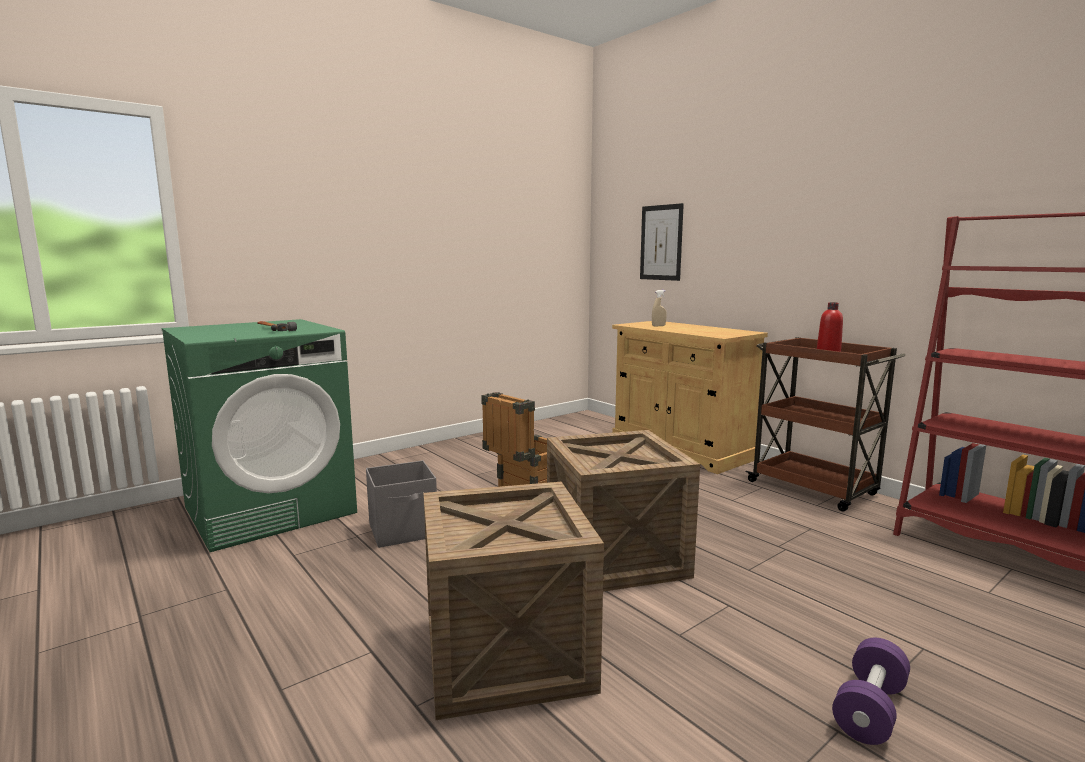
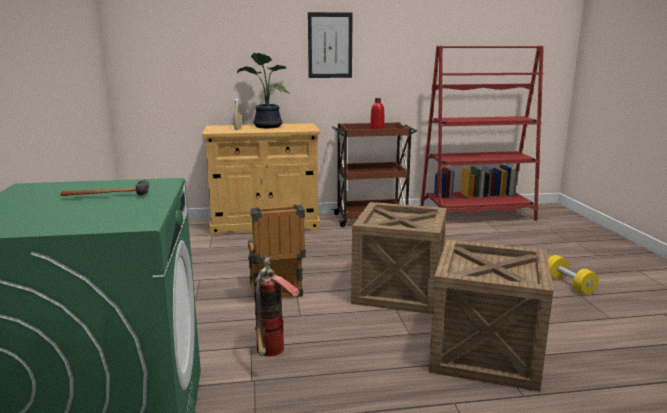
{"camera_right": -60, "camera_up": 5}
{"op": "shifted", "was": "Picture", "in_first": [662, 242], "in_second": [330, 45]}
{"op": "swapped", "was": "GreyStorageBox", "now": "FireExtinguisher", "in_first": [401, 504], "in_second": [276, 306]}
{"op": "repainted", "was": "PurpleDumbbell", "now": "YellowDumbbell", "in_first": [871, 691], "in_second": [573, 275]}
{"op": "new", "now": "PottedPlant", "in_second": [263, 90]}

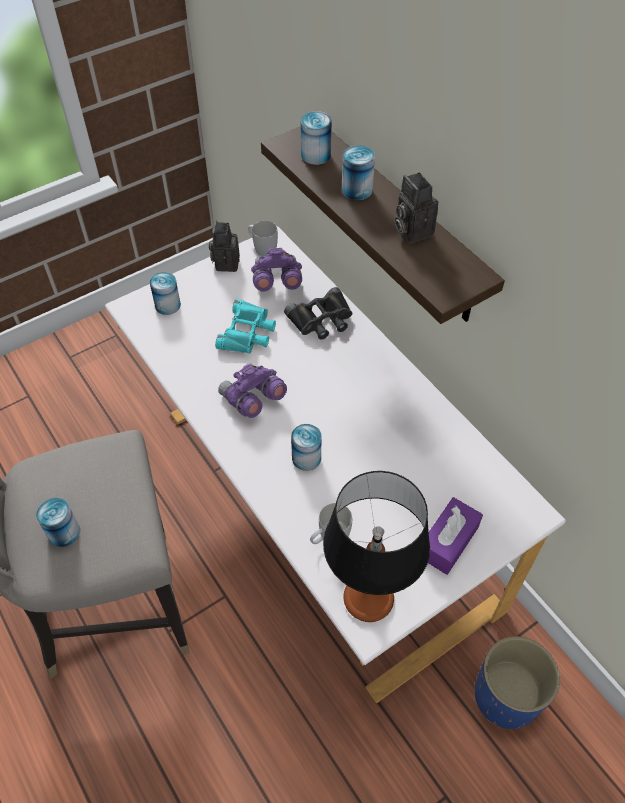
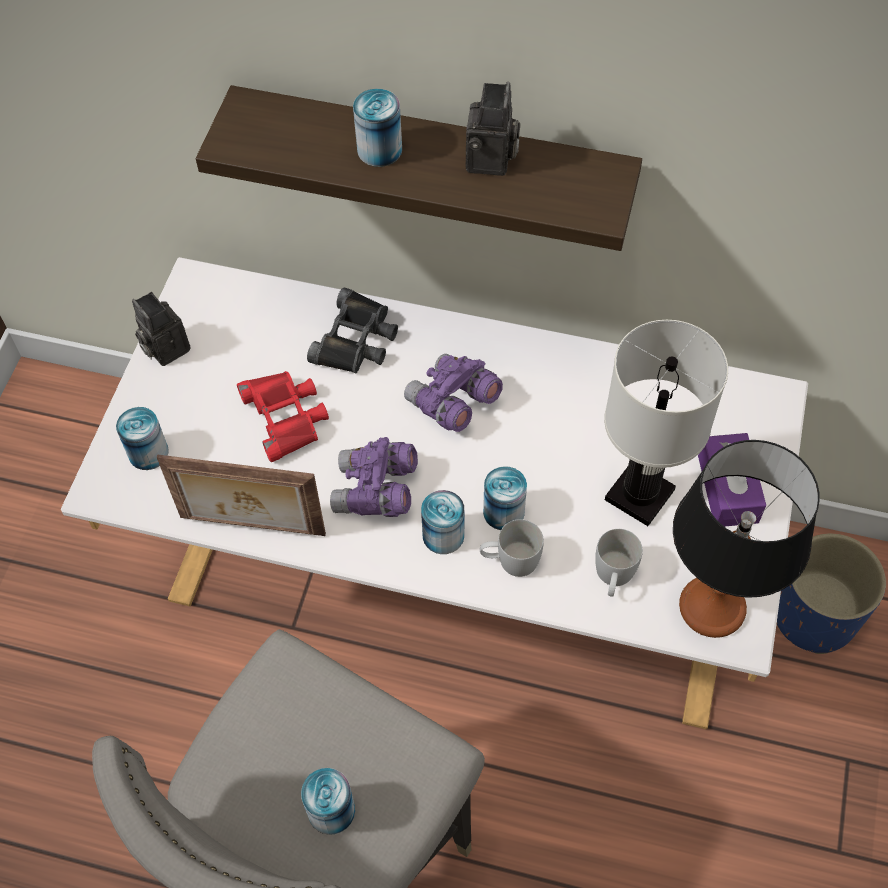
{"camera_right": -40, "camera_up": 5}
{"op": "shifted", "was": "Can", "in_first": [316, 138], "in_second": [442, 522]}
{"op": "rotated", "was": "PhotoCamera", "in_first": [416, 208], "in_second": [493, 129], "clockwise": -105}
{"op": "shifted", "was": "WhiteMug", "in_first": [263, 238], "in_second": [512, 548]}
{"op": "shifted", "was": "PurpleBinoculars", "in_first": [276, 270], "in_second": [453, 393]}
{"op": "repainted", "was": "TurquoiseBinoculars", "now": "RedBinoculars", "in_first": [245, 326], "in_second": [283, 416]}
{"op": "new", "now": "WhiteTableLamp", "in_second": [666, 423]}
{"op": "new", "now": "PictureFrame", "in_second": [241, 495]}

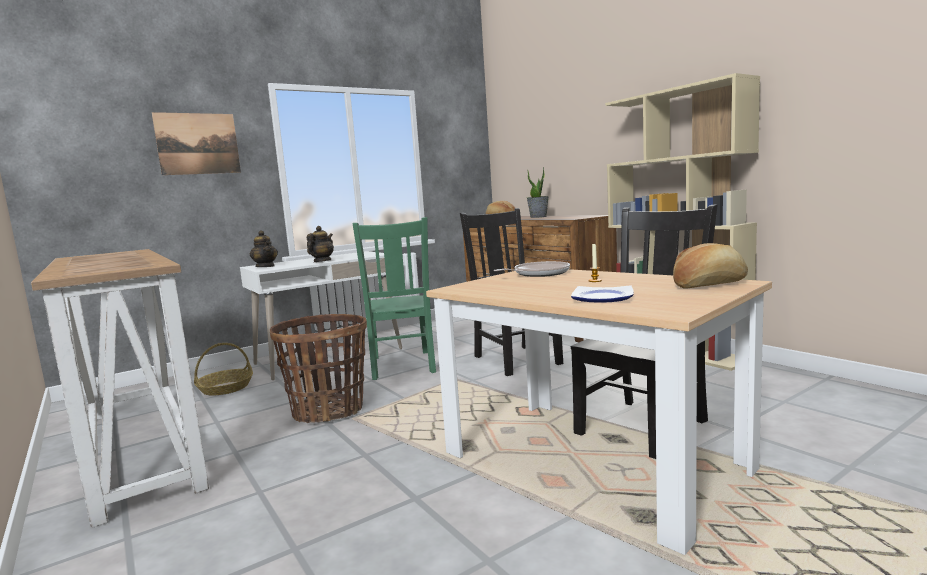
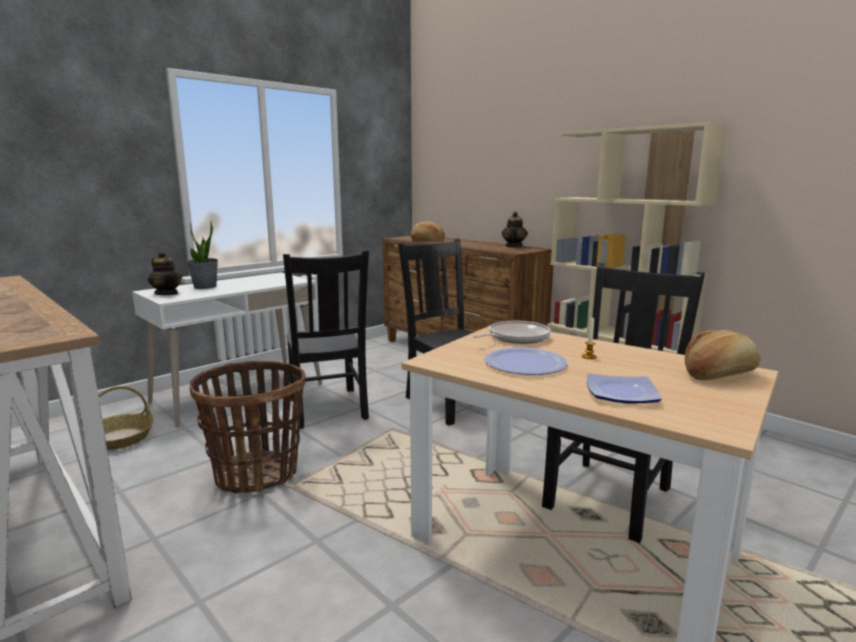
{"camera_right": -10, "camera_up": 5}
{"op": "gone", "was": "Picture", "in_first": [196, 143]}
{"op": "shifted", "was": "PottedPlant", "in_first": [538, 192], "in_second": [202, 255]}
{"op": "repainted", "was": "GreenChair", "now": "BlackChair", "in_first": [394, 298], "in_second": [326, 340]}
{"op": "shifted", "was": "Teapot", "in_first": [320, 244], "in_second": [515, 229]}
{"op": "new", "now": "Plate", "in_second": [526, 361]}

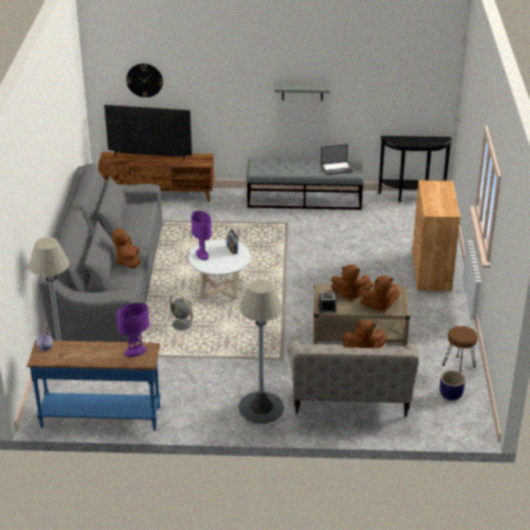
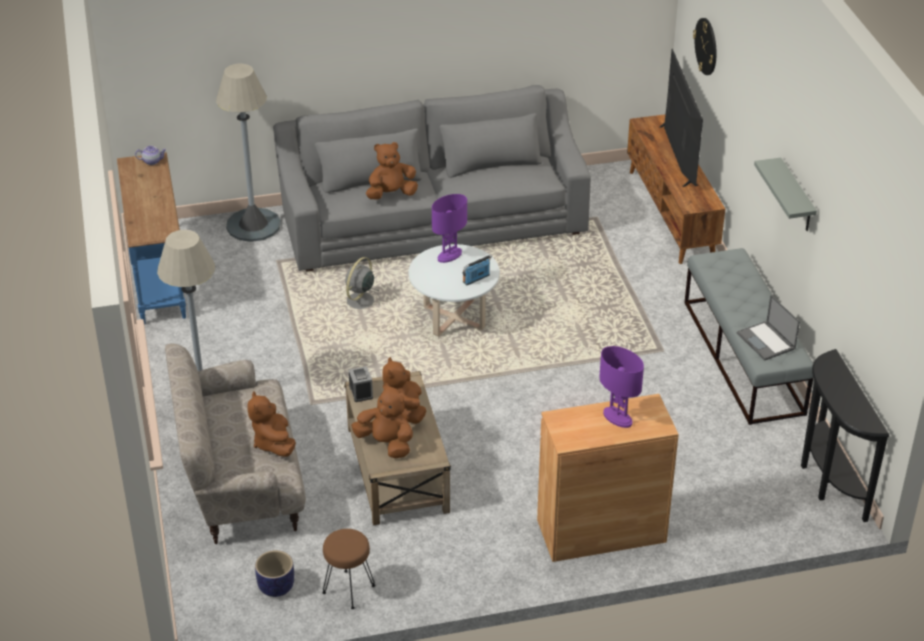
{"camera_right": 75, "camera_up": 5}
{"op": "rotated", "was": "BrownPlushToy", "in_first": [380, 294], "in_second": [382, 420], "clockwise": 150}
{"op": "shifted", "was": "PurpleTableLamp", "in_first": [133, 330], "in_second": [622, 387]}

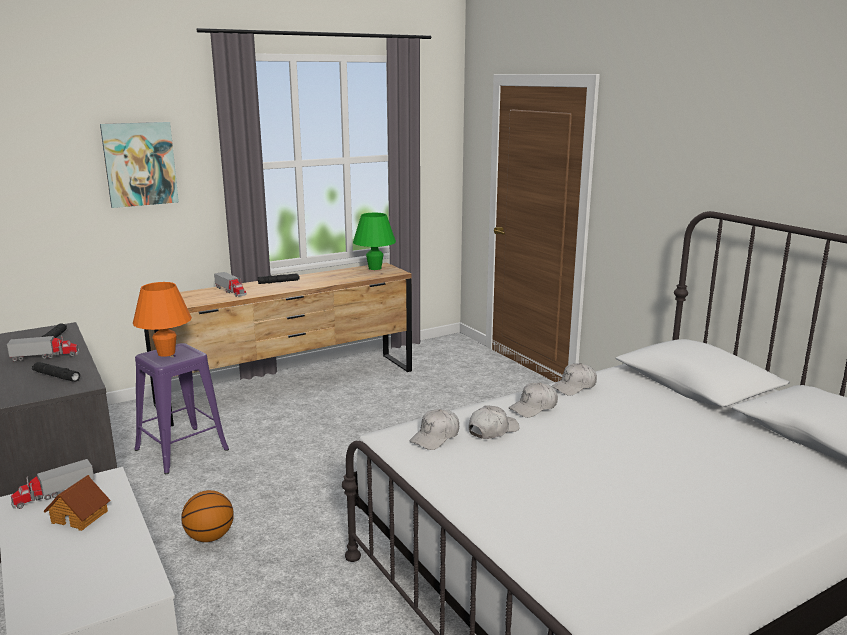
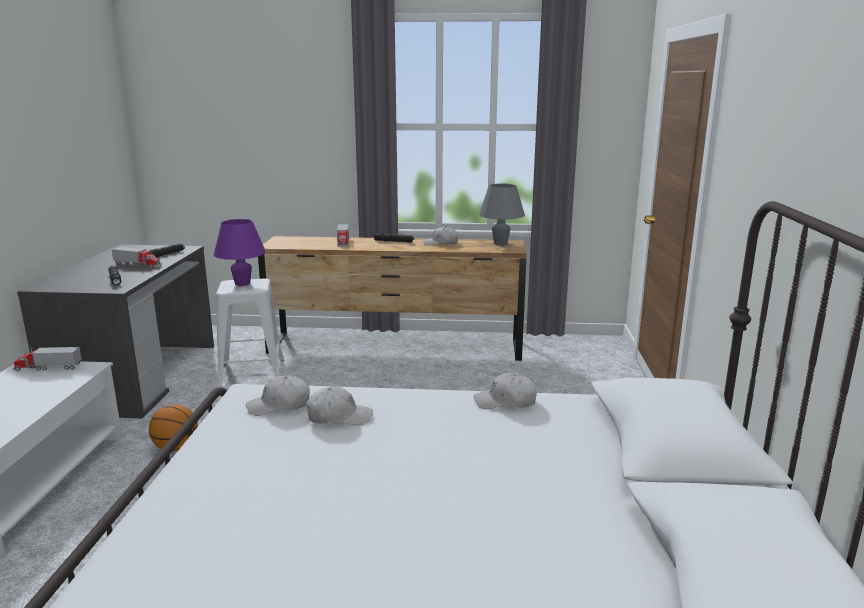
{"camera_right": 35, "camera_up": 0}
{"op": "gone", "was": "Picture", "in_first": [139, 165]}
{"op": "repainted", "was": "GreenTableLamp", "now": "GreyTableLamp", "in_first": [374, 241], "in_second": [502, 214]}
{"op": "repainted", "was": "OrangeTableLamp", "now": "PurpleTableLamp", "in_first": [162, 319], "in_second": [240, 252]}
{"op": "repainted", "was": "PurpleStool", "now": "WhiteStool", "in_first": [182, 408], "in_second": [250, 333]}
{"op": "shifted", "was": "WhiteCap", "in_first": [533, 400], "in_second": [440, 235]}
{"op": "gone", "was": "ToyHouse", "in_first": [77, 503]}

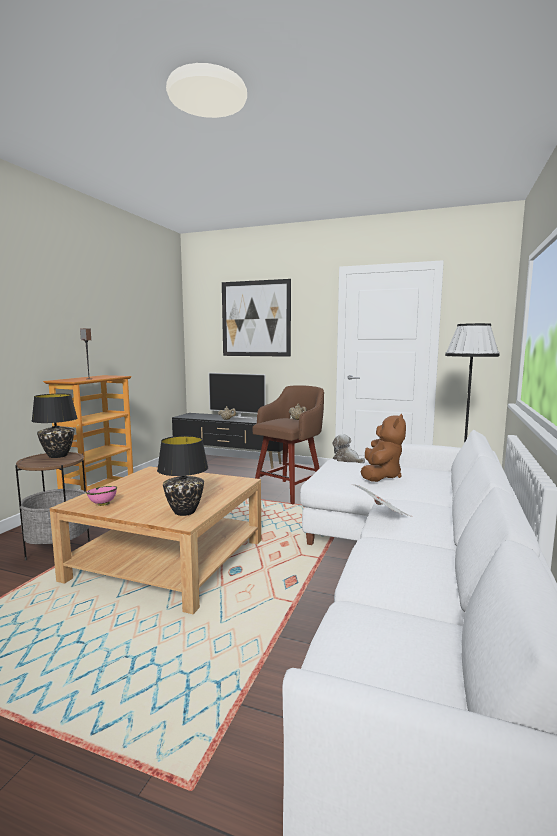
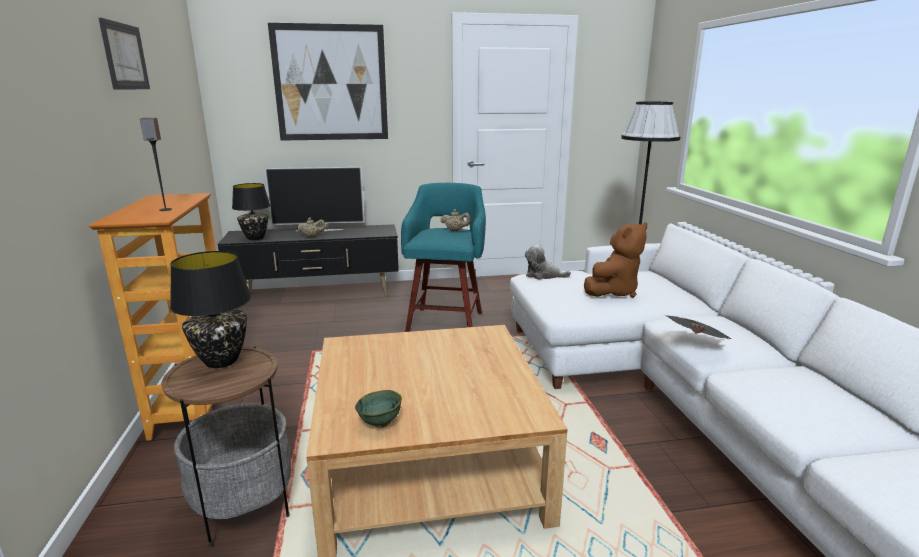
{"camera_right": -30, "camera_up": 10}
{"op": "repainted", "was": "BrownStool", "now": "TurquoiseStool", "in_first": [288, 444], "in_second": [443, 257]}
{"op": "rotated", "was": "BrownPlushToy", "in_first": [383, 448], "in_second": [615, 260], "clockwise": 60}
{"op": "shifted", "was": "BlackTableLamp", "in_first": [182, 476], "in_second": [251, 211]}
{"op": "repainted", "was": "PinkBowl", "now": "GreenBowl", "in_first": [101, 496], "in_second": [378, 409]}
{"op": "new", "now": "Picture", "in_second": [124, 53]}

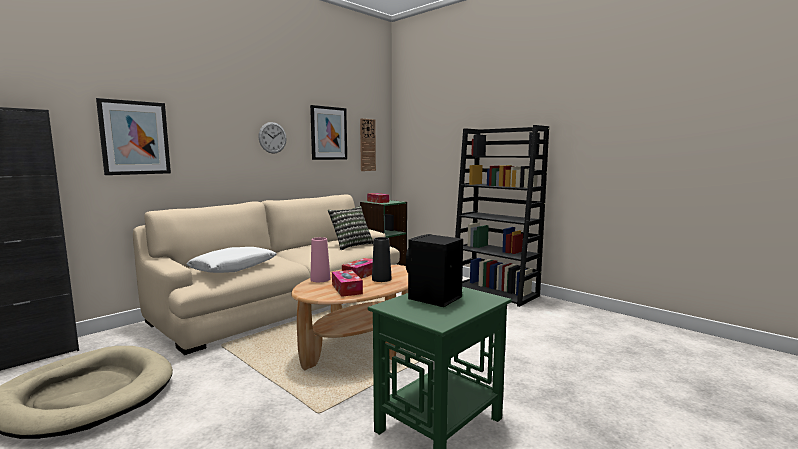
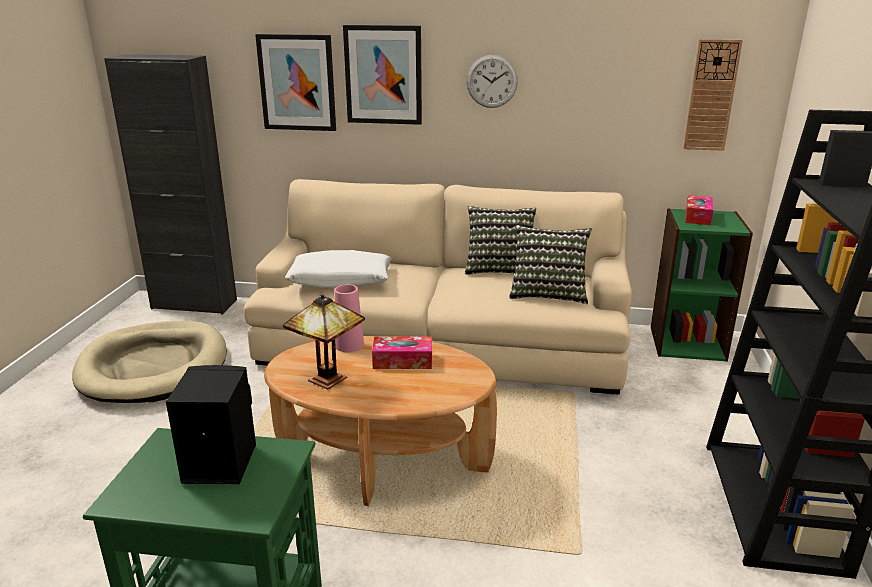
{"camera_right": 55, "camera_up": 15}
{"op": "shifted", "was": "Picture", "in_first": [328, 132], "in_second": [382, 75]}
{"op": "gone", "was": "BlackVase", "in_first": [382, 259]}
{"op": "swapped", "was": "TissueBox", "now": "TableLamp", "in_first": [347, 283], "in_second": [324, 341]}
{"op": "new", "now": "Pillow", "in_second": [500, 240]}

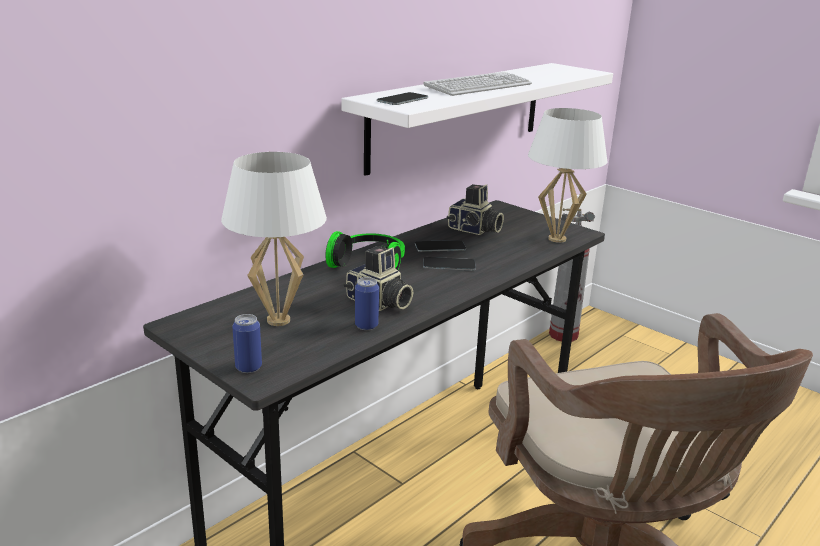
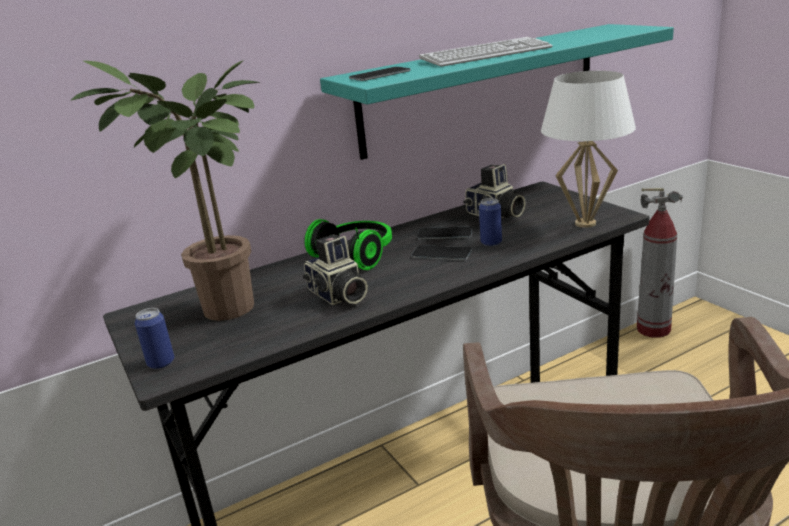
{"camera_right": 20, "camera_up": 0}
{"op": "repainted", "was": "WhiteShelf", "now": "TurquoiseShelf", "in_first": [477, 119], "in_second": [497, 92]}
{"op": "swapped", "was": "WhiteTableLamp", "now": "PottedPlant", "in_first": [274, 239], "in_second": [165, 190]}
{"op": "shifted", "was": "Can", "in_first": [367, 303], "in_second": [490, 222]}

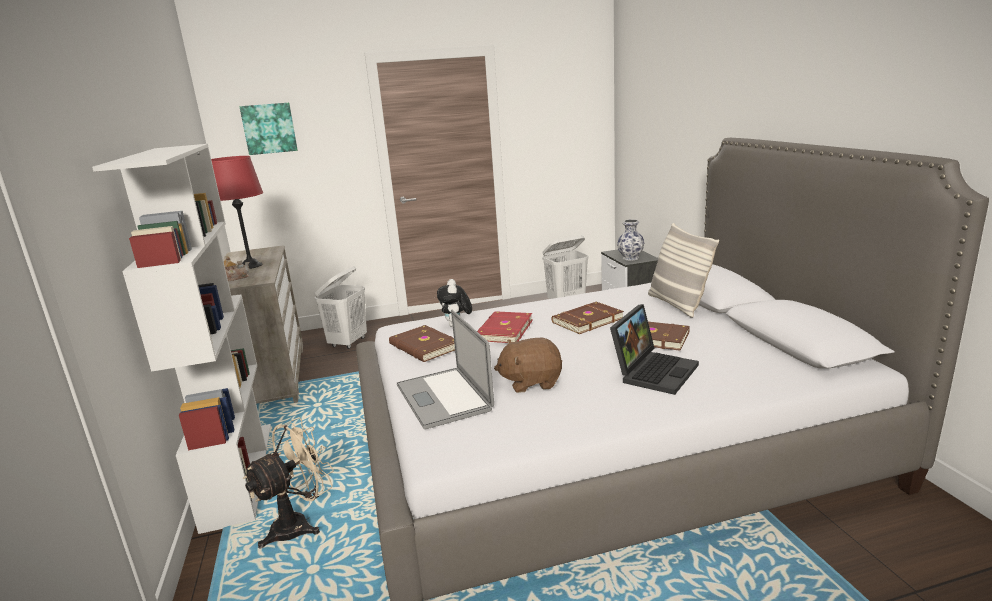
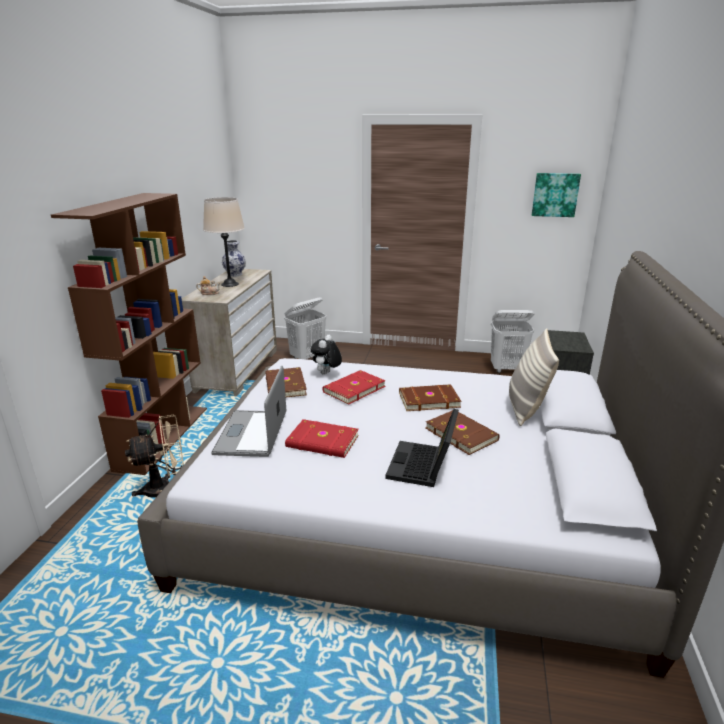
{"camera_right": 25, "camera_up": 5}
{"op": "shifted", "was": "Picture", "in_first": [268, 129], "in_second": [556, 195]}
{"op": "repainted", "was": "WhiteBookcase", "now": "BrownBookcase", "in_first": [181, 339], "in_second": [129, 334]}
{"op": "repainted", "was": "RedTableLamp", "now": "BeigeTableLamp", "in_first": [237, 212], "in_second": [224, 242]}
{"op": "shifted", "was": "Vase", "in_first": [630, 240], "in_second": [234, 258]}
{"op": "rotated", "was": "Laptop", "in_first": [654, 349], "in_second": [422, 447], "clockwise": 135}
{"op": "swapped", "was": "BrownPlushToy", "now": "RedBook", "in_first": [528, 365], "in_second": [322, 438]}

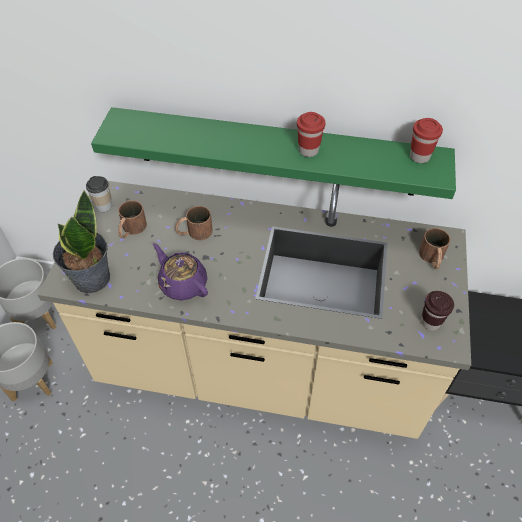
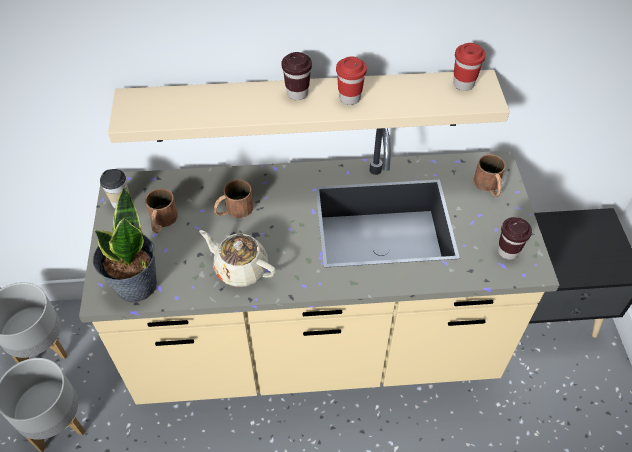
{"camera_right": -15, "camera_up": 0}
{"op": "repainted", "was": "GreenShelf", "now": "BeigeShelf", "in_first": [273, 153], "in_second": [309, 106]}
{"op": "repainted", "was": "PurpleTeapot", "now": "BeigeTeapot", "in_first": [180, 271], "in_second": [237, 258]}
{"op": "new", "now": "BrownCup", "in_second": [296, 76]}

